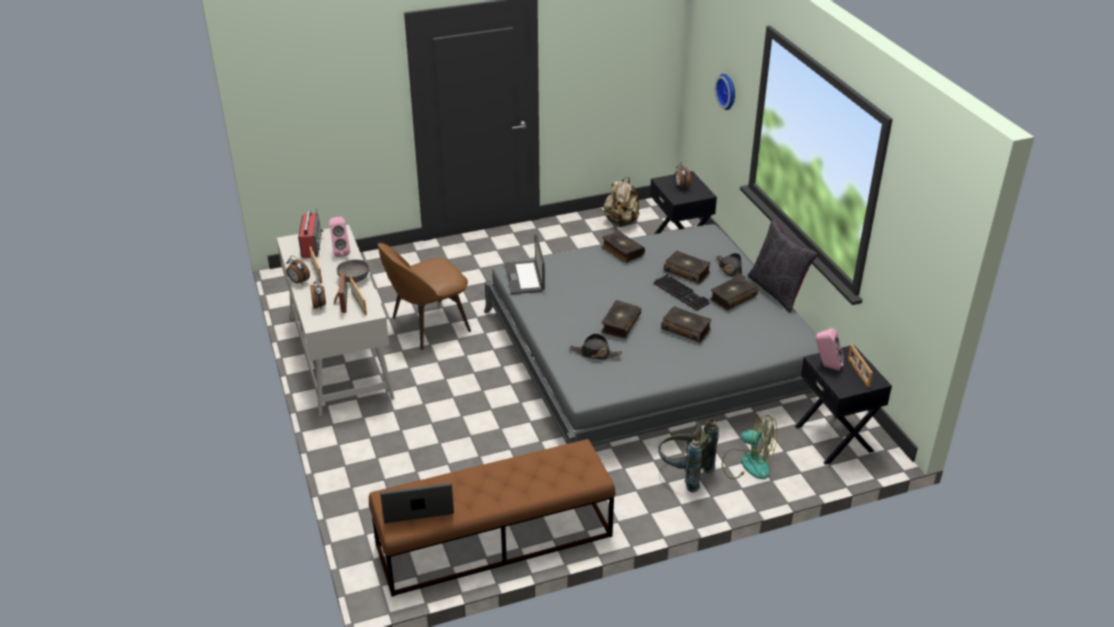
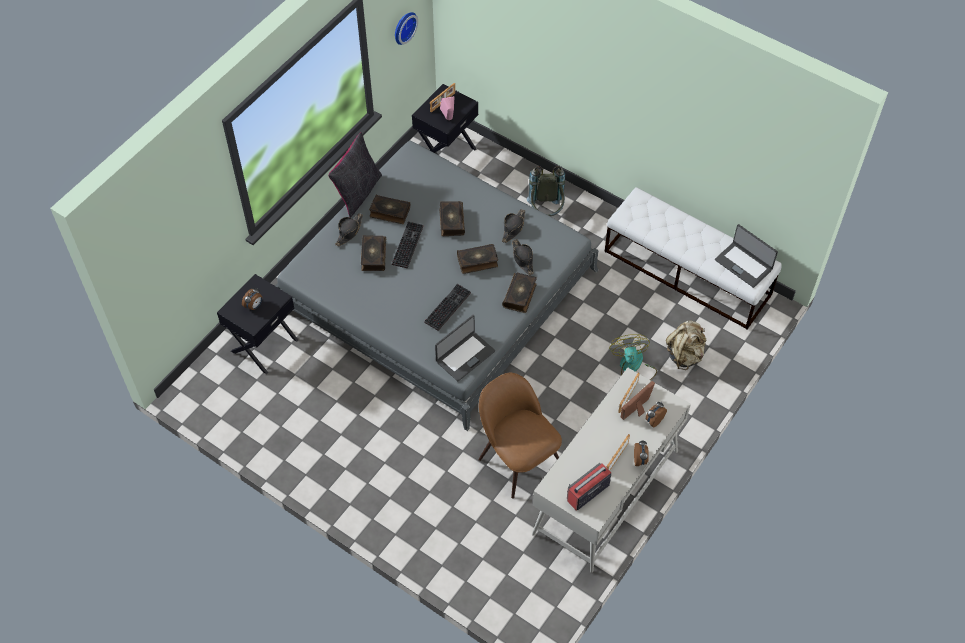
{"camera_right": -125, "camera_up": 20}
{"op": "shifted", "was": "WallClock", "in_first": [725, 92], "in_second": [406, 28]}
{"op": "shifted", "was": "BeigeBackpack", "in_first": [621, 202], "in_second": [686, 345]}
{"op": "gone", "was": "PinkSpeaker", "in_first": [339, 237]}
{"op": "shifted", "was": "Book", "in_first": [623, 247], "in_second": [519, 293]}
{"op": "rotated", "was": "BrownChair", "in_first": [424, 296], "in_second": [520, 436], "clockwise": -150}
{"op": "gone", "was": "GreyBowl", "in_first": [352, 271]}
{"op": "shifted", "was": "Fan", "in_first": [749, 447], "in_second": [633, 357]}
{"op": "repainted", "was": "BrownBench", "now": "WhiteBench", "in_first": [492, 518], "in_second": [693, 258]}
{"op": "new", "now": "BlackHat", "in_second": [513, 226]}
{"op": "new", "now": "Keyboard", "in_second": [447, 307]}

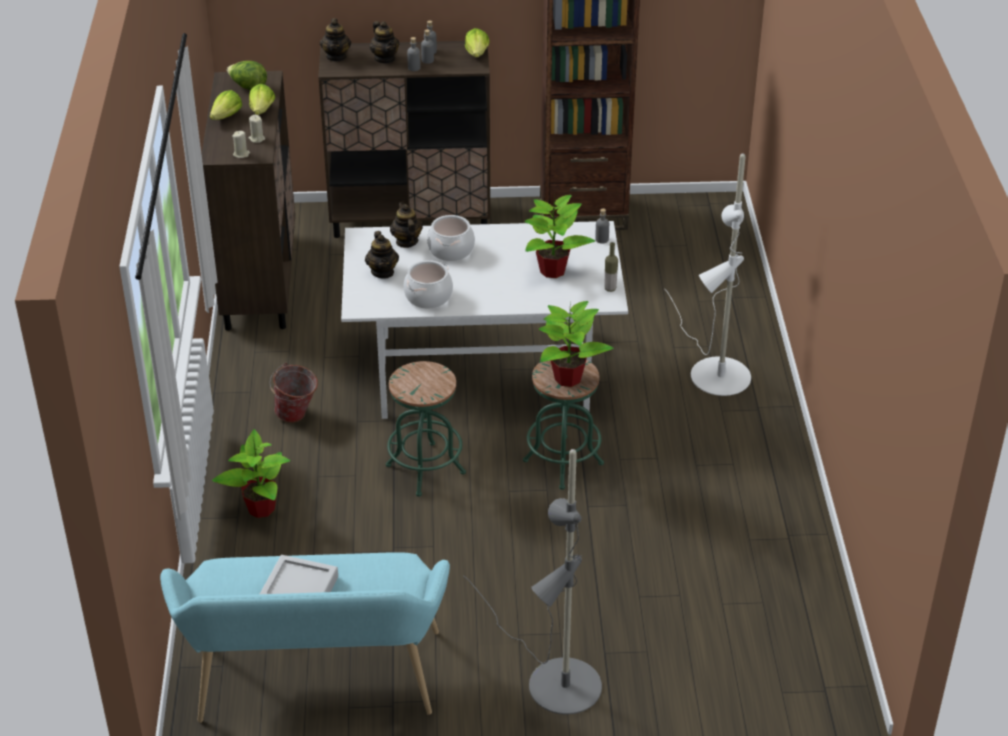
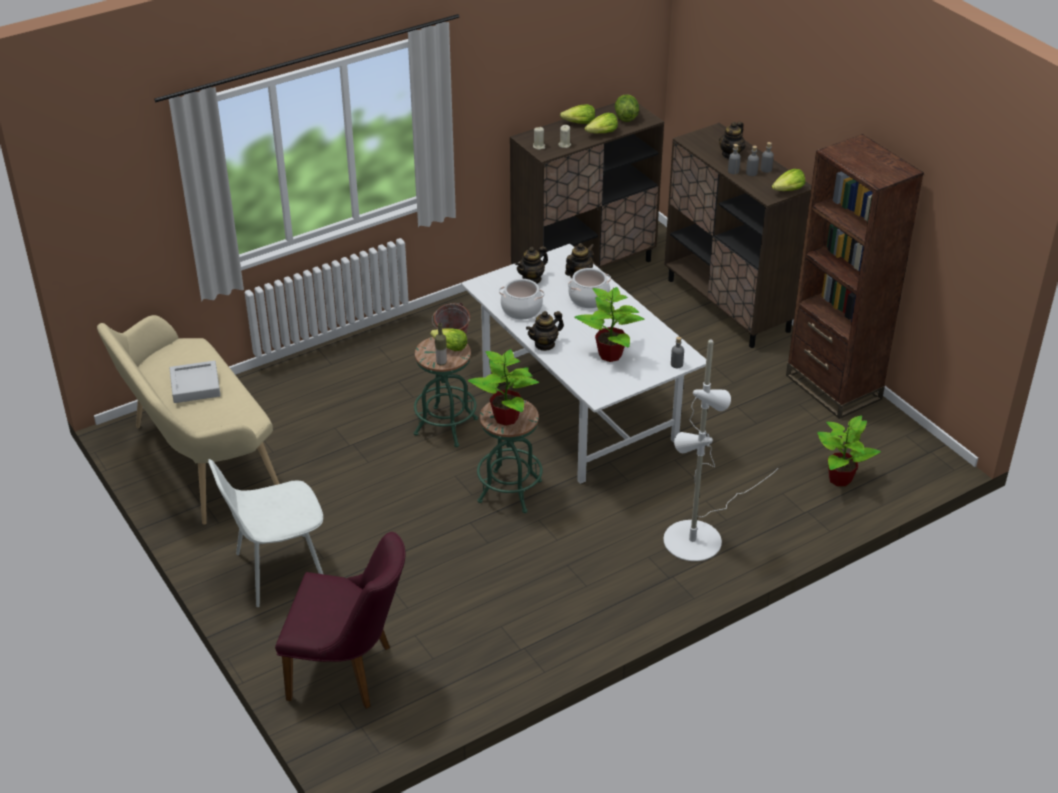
{"camera_right": 60, "camera_up": 0}
{"op": "shifted", "was": "Teapot", "in_first": [335, 40], "in_second": [545, 331]}
{"op": "shifted", "was": "Bottle", "in_first": [611, 267], "in_second": [441, 344]}
{"op": "shifted", "was": "PottedPlant", "in_first": [251, 473], "in_second": [849, 450]}
{"op": "swapped", "was": "GreyFloorLamp", "now": "WhiteChair", "in_first": [532, 581], "in_second": [265, 533]}
{"op": "repainted", "was": "TurquoiseBench", "now": "BeigeBench", "in_first": [305, 637], "in_second": [188, 420]}
{"op": "new", "now": "Lettuce", "in_second": [449, 339]}
{"op": "new", "now": "PurpleChair", "in_second": [340, 620]}

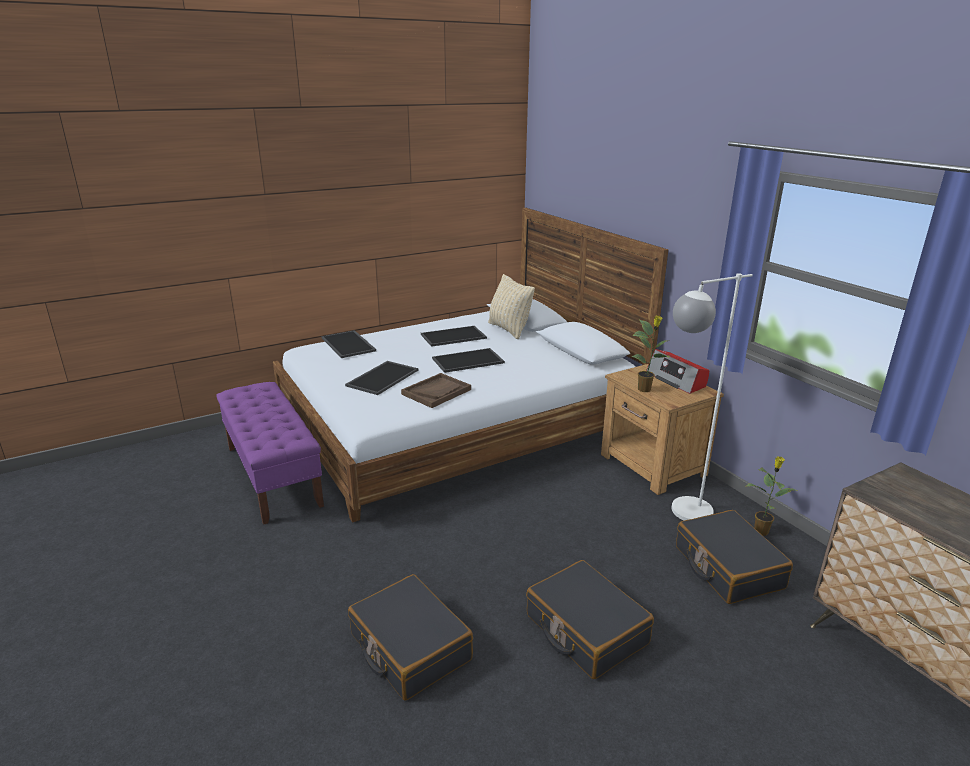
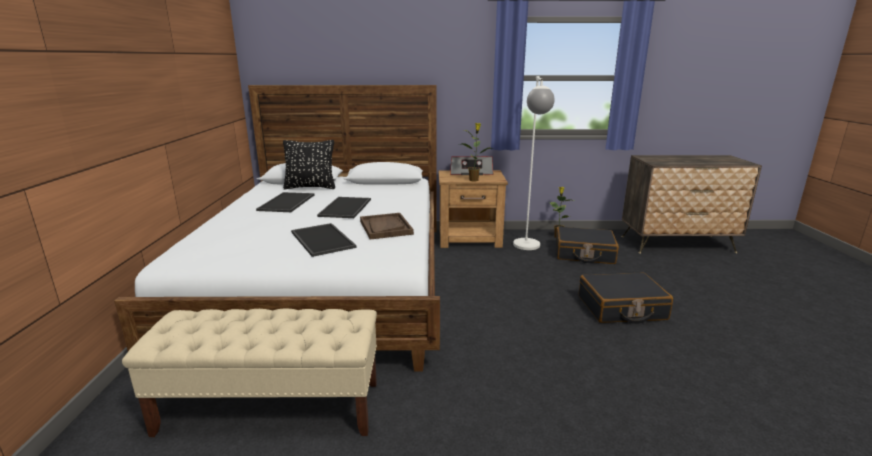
{"camera_right": -60, "camera_up": -5}
{"op": "repainted", "was": "BeigePillow", "now": "BlackPillow", "in_first": [511, 306], "in_second": [309, 164]}
{"op": "gone", "was": "Tray", "in_first": [349, 344]}
{"op": "repainted", "was": "PurpleBench", "now": "BeigeBench", "in_first": [270, 453], "in_second": [249, 373]}
{"op": "gone", "was": "BlackSuitcase", "in_first": [410, 637]}

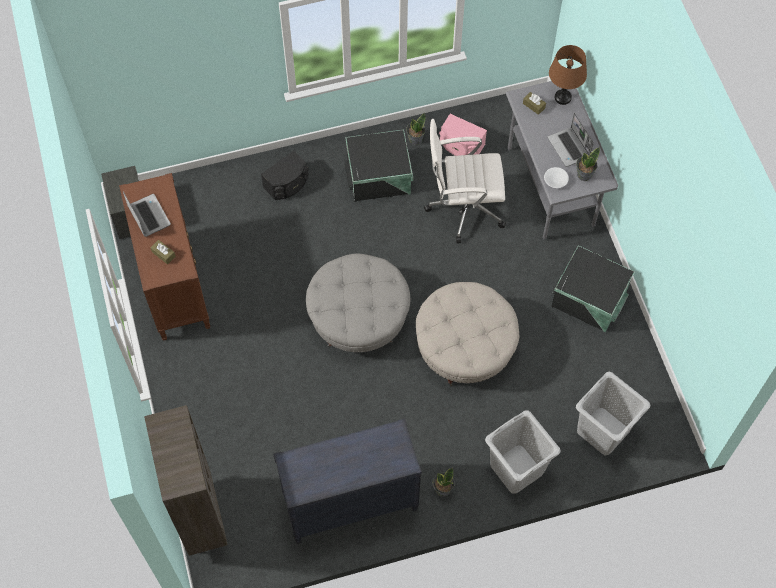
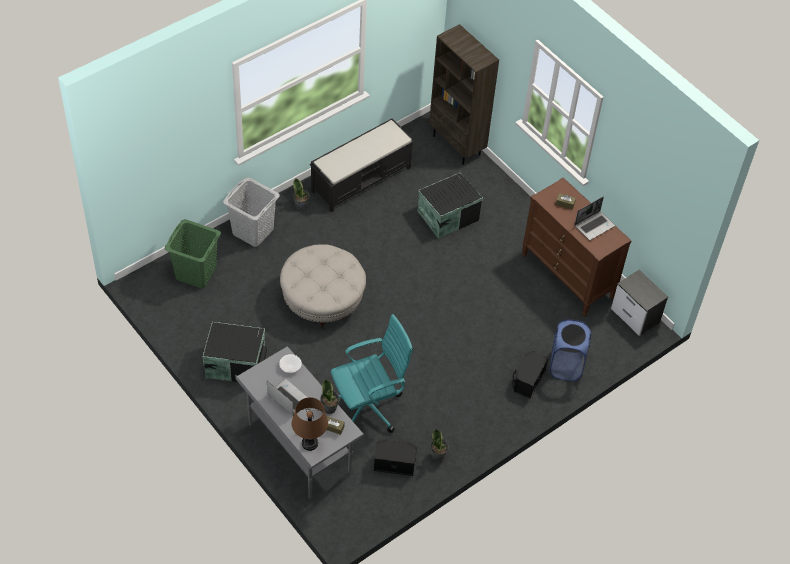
{"camera_right": 155, "camera_up": -10}
{"op": "repainted", "was": "PinkSpeaker", "now": "BlackSpeaker", "in_first": [463, 135], "in_second": [395, 457]}
{"op": "repainted", "was": "WhiteOfficeChair", "now": "TurquoiseOfficeChair", "in_first": [465, 181], "in_second": [372, 373]}
{"op": "shifted", "was": "BlackStorageBox", "in_first": [379, 166], "in_second": [450, 206]}
{"op": "shifted", "was": "PottedPlant", "in_first": [588, 164], "in_second": [330, 396]}
{"op": "rotated", "was": "Laptop", "in_first": [147, 214], "in_second": [595, 218], "clockwise": -75}
{"op": "gone", "was": "GreyOttoman", "in_first": [358, 303]}
{"op": "repainted", "was": "GreyLaundryBasket", "now": "GreenLaundryBasket", "in_first": [613, 414], "in_second": [193, 253]}
{"op": "swapped", "was": "BlackDresser", "now": "BlackBench", "in_first": [347, 481], "in_second": [362, 165]}
{"op": "new", "now": "BlueLaundryBasket", "in_second": [570, 350]}

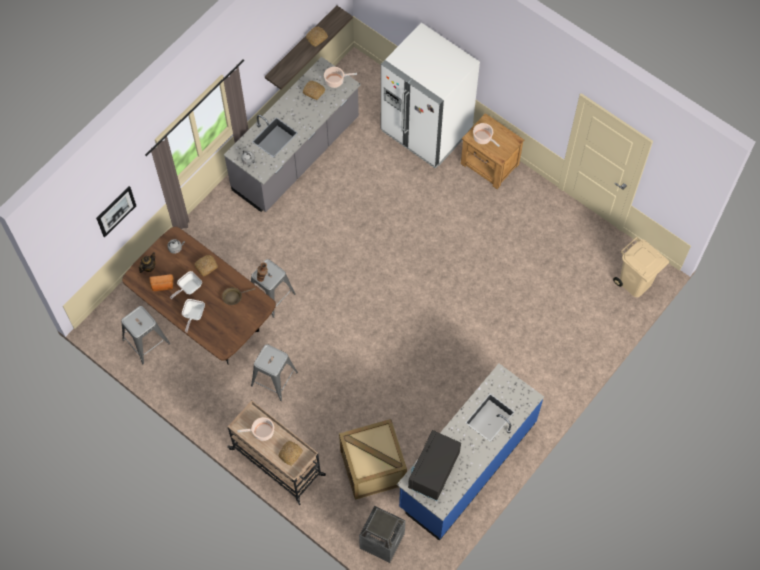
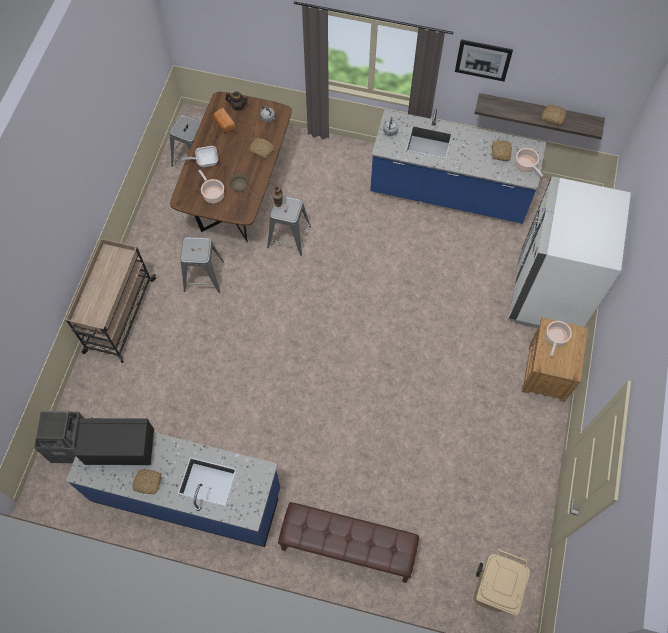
{"camera_right": 65, "camera_up": 0}
{"op": "repainted", "was": "GreyCounter", "now": "BlueCounter", "in_first": [292, 134], "in_second": [458, 166]}
{"op": "shifted", "was": "Picture", "in_first": [116, 211], "in_second": [484, 60]}
{"op": "gone", "was": "FryingPan", "in_first": [186, 285]}
{"op": "shifted", "was": "CookingPot", "in_first": [255, 429], "in_second": [211, 187]}
{"op": "gone", "was": "Crate", "in_first": [373, 459]}
{"op": "shifted", "was": "Bread", "in_first": [291, 453], "in_second": [146, 482]}
{"op": "new", "now": "BrownBench", "in_second": [348, 542]}

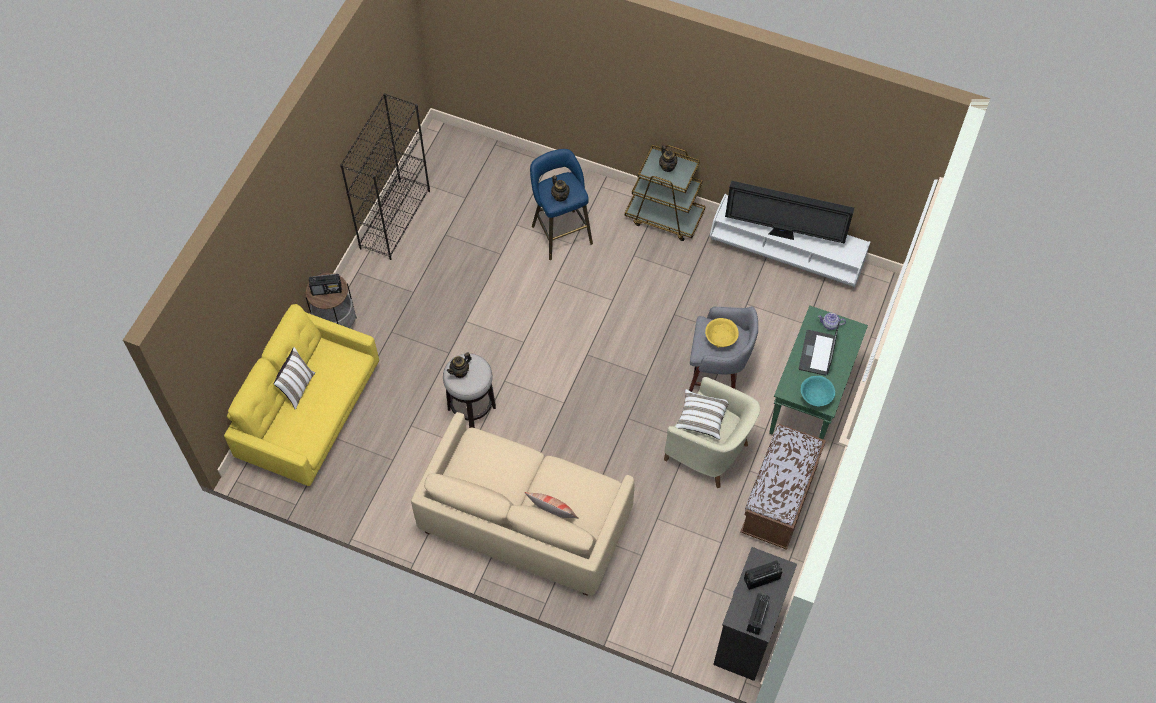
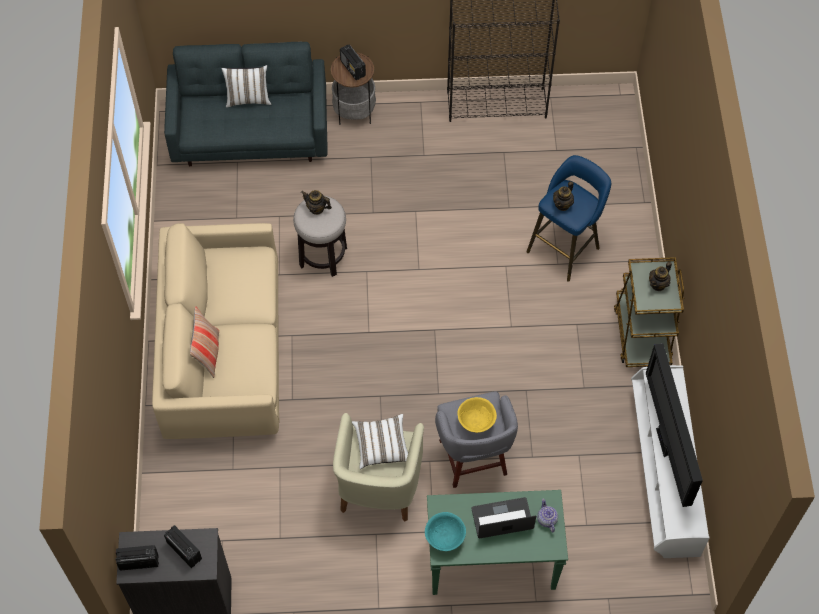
{"camera_right": 65, "camera_up": 0}
{"op": "repainted", "was": "YellowSofa", "now": "GreySofa", "in_first": [301, 395], "in_second": [246, 104]}
{"op": "gone", "was": "BrownBench", "in_first": [783, 487]}

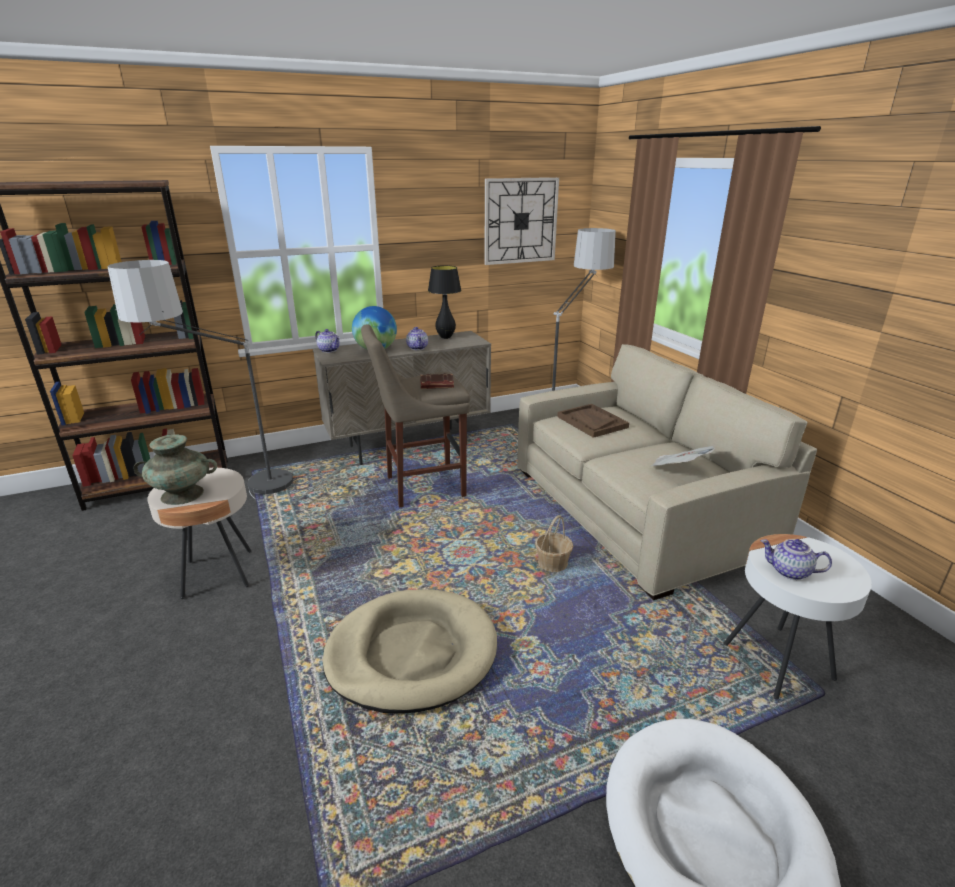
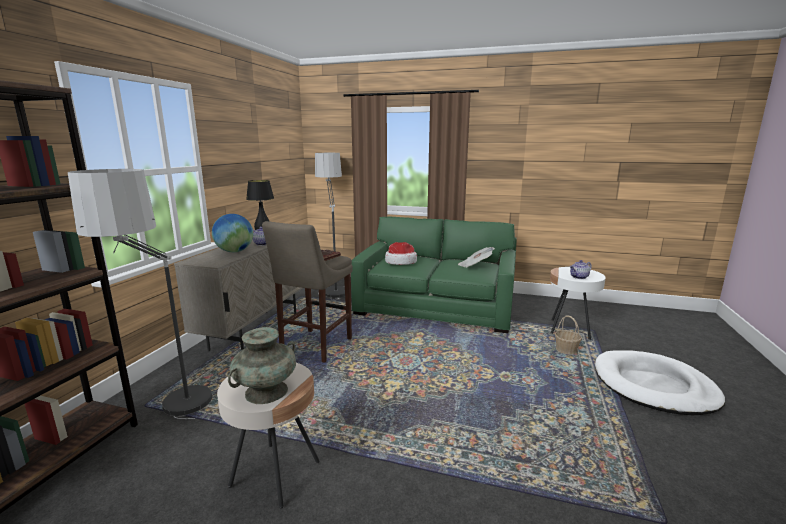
{"camera_right": -50, "camera_up": -10}
{"op": "gone", "was": "WallClock", "in_first": [521, 221]}
{"op": "gone", "was": "Teapot", "in_first": [327, 341]}
{"op": "repainted", "was": "BeigeSofa", "now": "GreenSofa", "in_first": [667, 472], "in_second": [434, 275]}
{"op": "swapped", "was": "BrownTray", "now": "Hat", "in_first": [593, 421], "in_second": [401, 253]}
{"op": "shifted", "was": "Basket", "in_first": [554, 543], "in_second": [568, 335]}
{"op": "gone", "was": "BeigeDogBed", "in_first": [410, 651]}

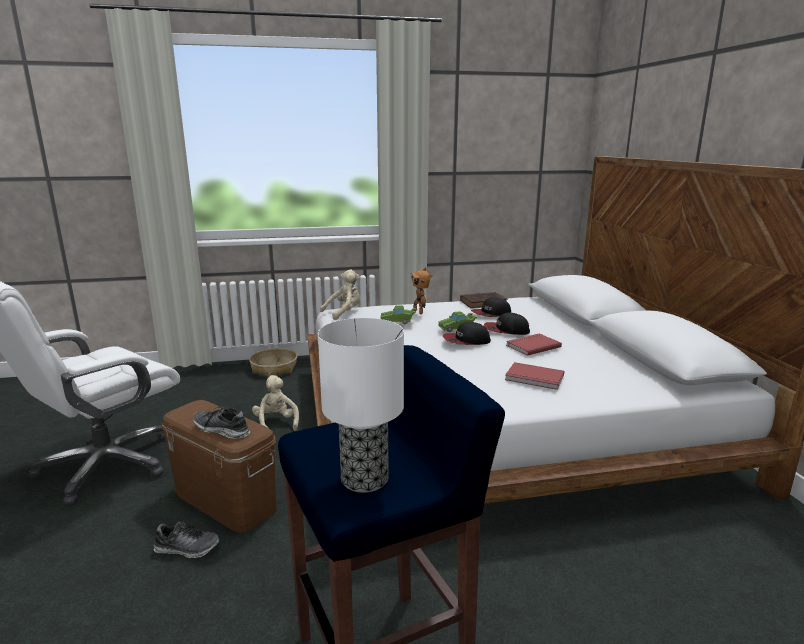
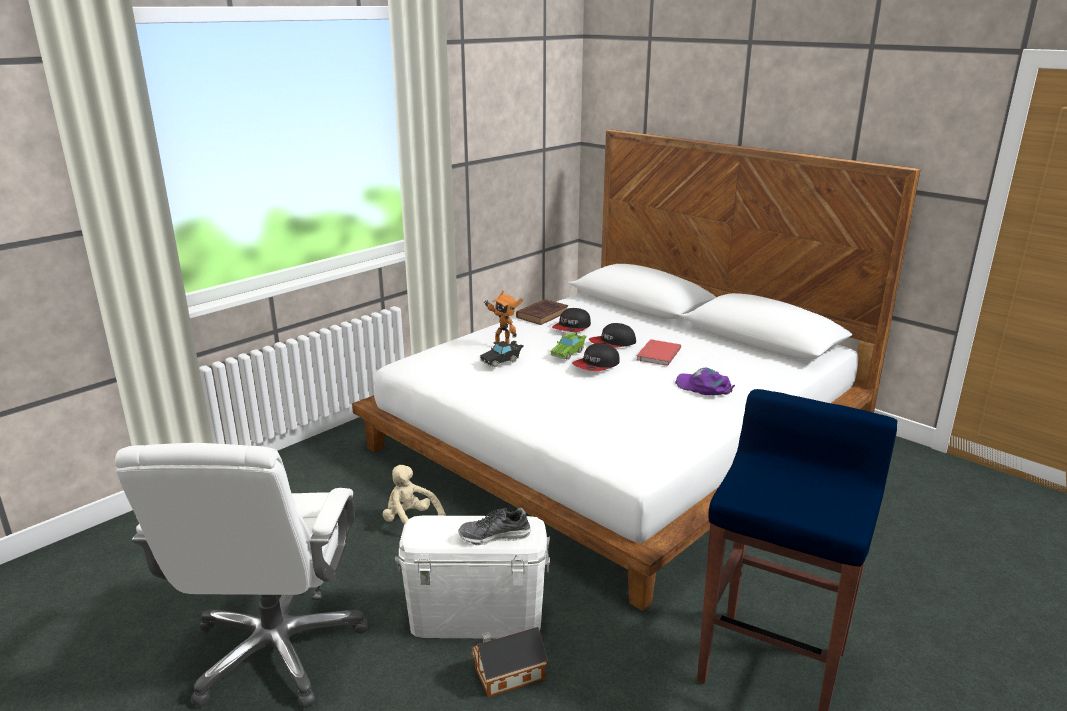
{"camera_right": -35, "camera_up": 5}
{"op": "gone", "was": "BeigePlushToy", "in_first": [340, 295]}
{"op": "repainted", "was": "GreenToyCar", "now": "BlackToyCar", "in_first": [398, 314], "in_second": [501, 354]}
{"op": "gone", "was": "TableLamp", "in_first": [361, 405]}
{"op": "gone", "was": "Basket", "in_first": [273, 362]}
{"op": "swapped", "was": "RedBook", "now": "PurpleCap", "in_first": [534, 376], "in_second": [705, 381]}
{"op": "repainted", "was": "BrownStorageBox", "now": "WhiteStorageBox", "in_first": [219, 466], "in_second": [472, 577]}
{"op": "swapped", "was": "Shoe", "now": "ToyHouse", "in_first": [186, 539], "in_second": [509, 662]}

